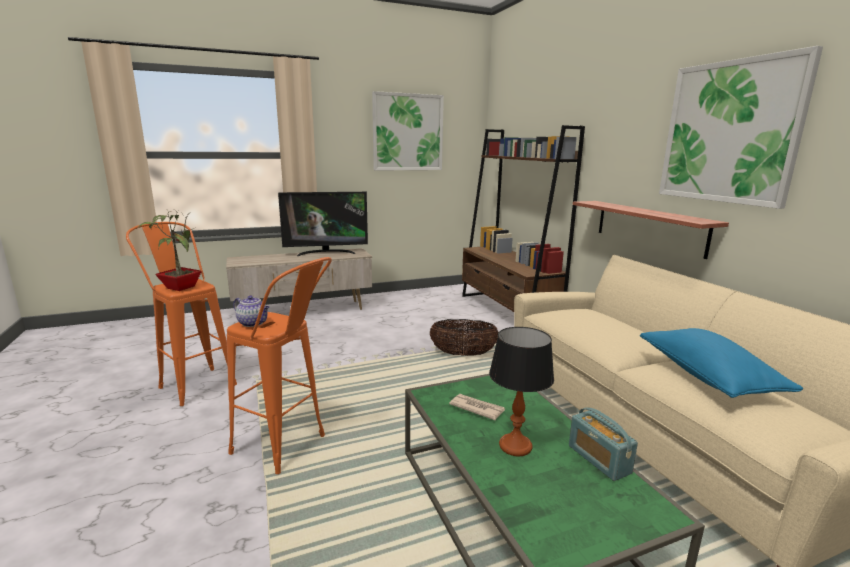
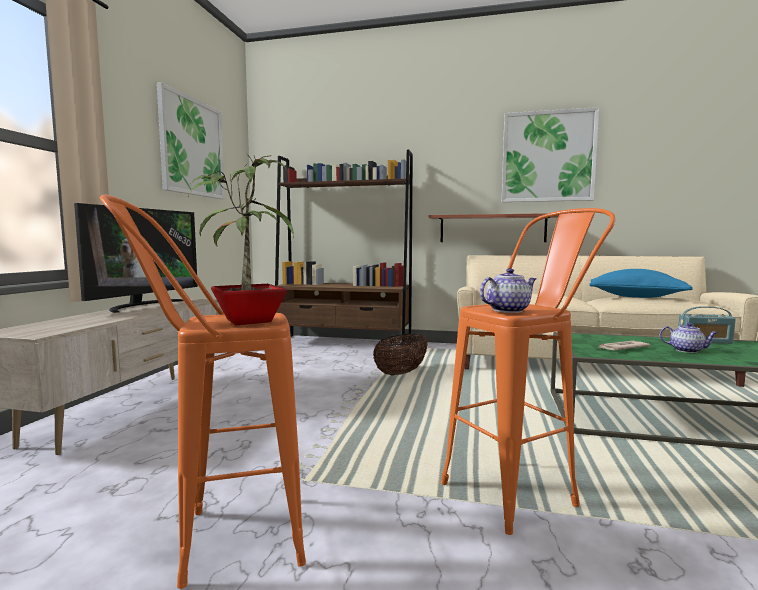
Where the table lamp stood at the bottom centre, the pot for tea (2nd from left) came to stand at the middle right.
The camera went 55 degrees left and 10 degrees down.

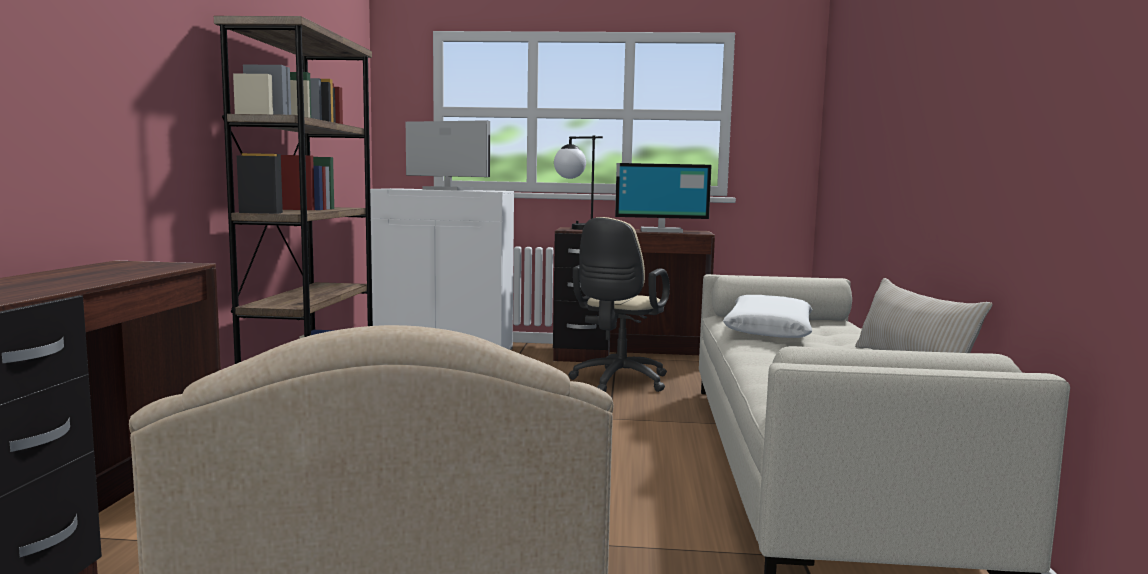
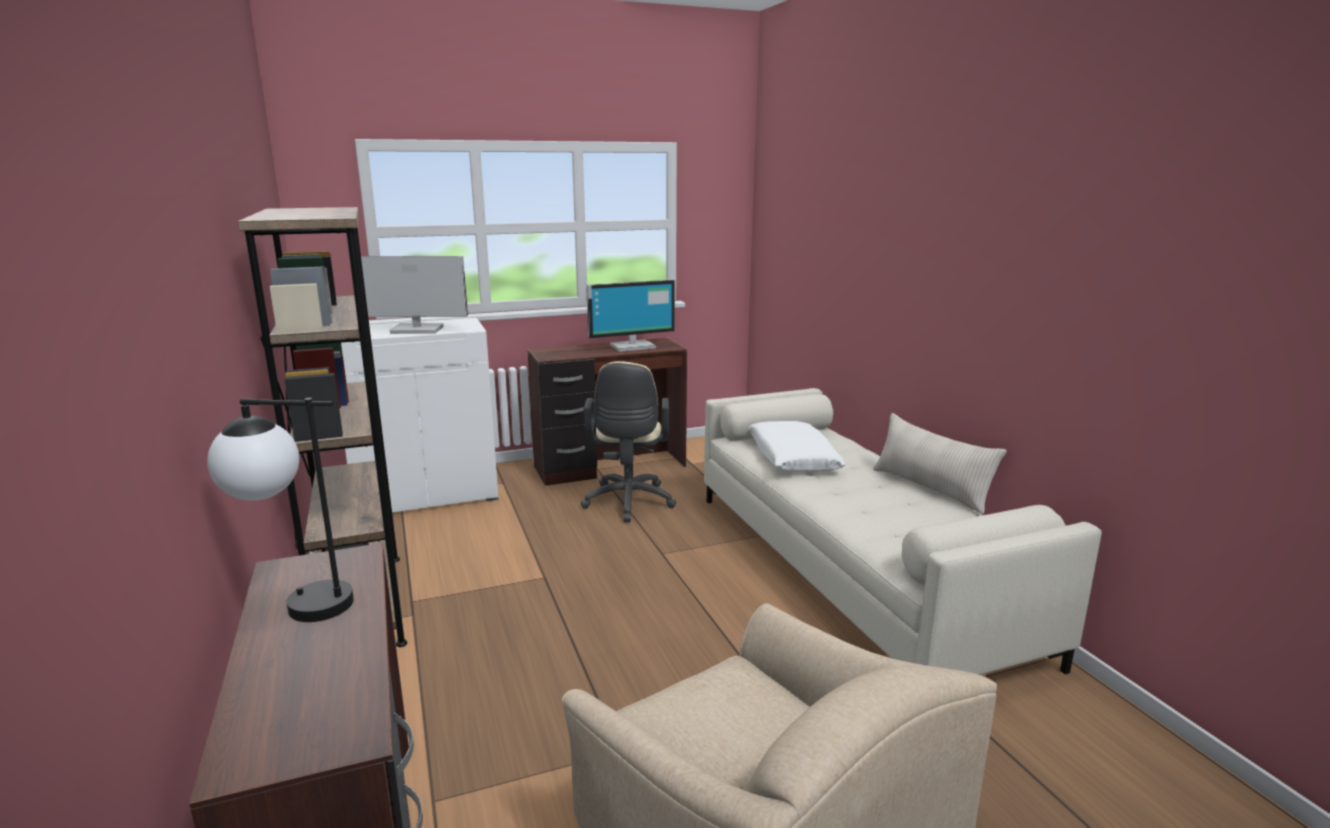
The table lamp ended up elsewhere, having gone from the top centre to the middle left.
The camera went 25 degrees left and 10 degrees up.

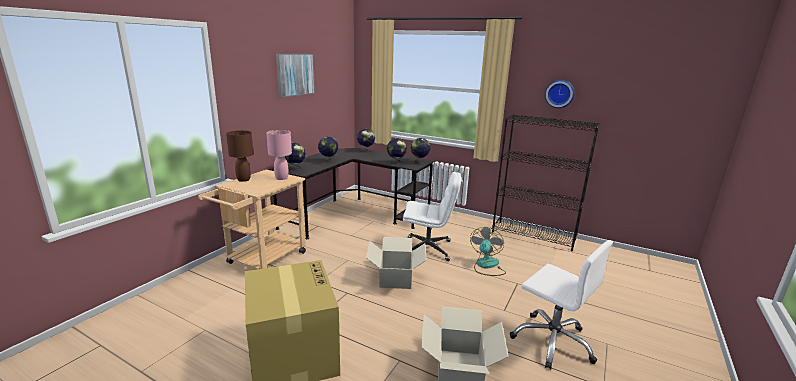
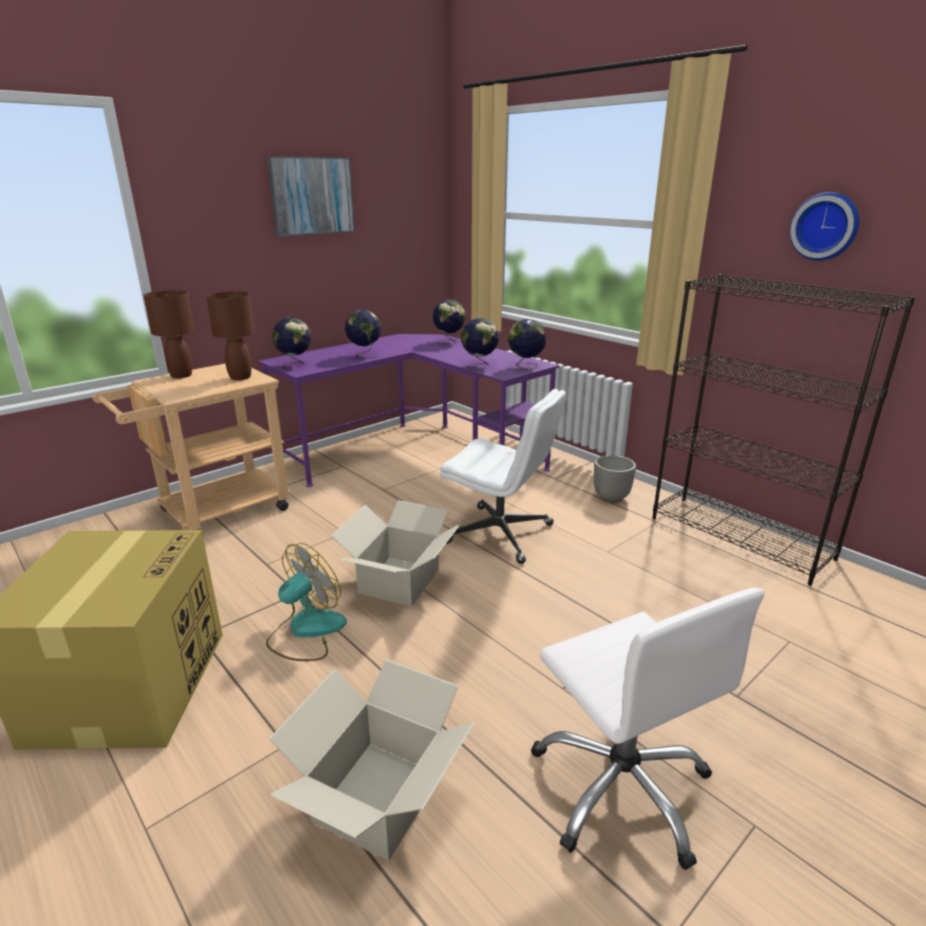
What was the pinkish table lamp at the centre turned into the brown table lamp (2nd from left) at the middle left.
What was the black desk table at the centre turned into the purple-coloured desk table at the centre.
The fan ended up elsewhere, having gone from the centre to the middle left.
The second view gained the planter at the centre.
The camera went 20 degrees right and 5 degrees up.

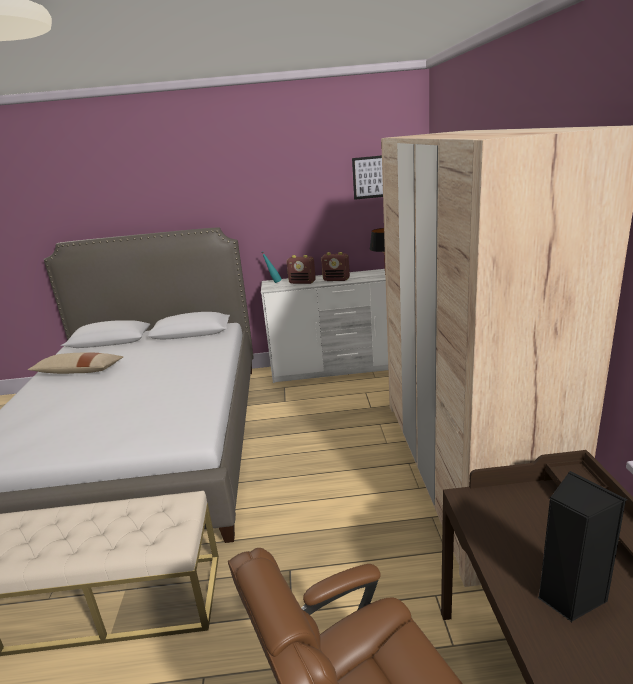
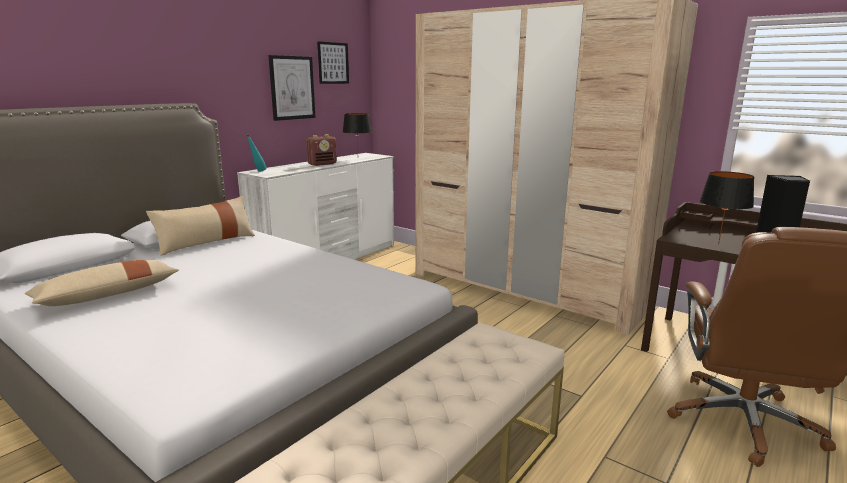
The second view gained the sand-coloured cushion (2nd from left) at the middle left.
The second view gained the wall picture (1st from left) at the top centre.
The second view gained the black table lamp (2nd from left) at the middle right.
The second view lost the radio (1st from left) at the centre.
The camera went 50 degrees left and 5 degrees down.

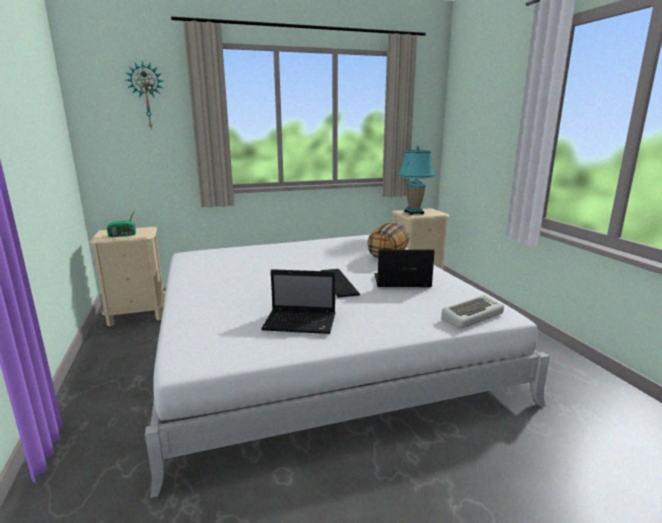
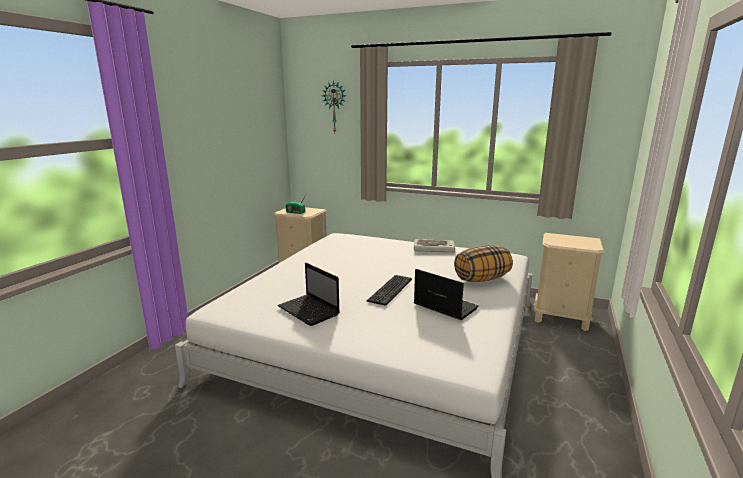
The PC keyboard (2nd from left) ended up elsewhere, having gone from the middle right to the centre.
The second view lost the blue-green table lamp at the centre.
The camera went 40 degrees right and 0 degrees up.

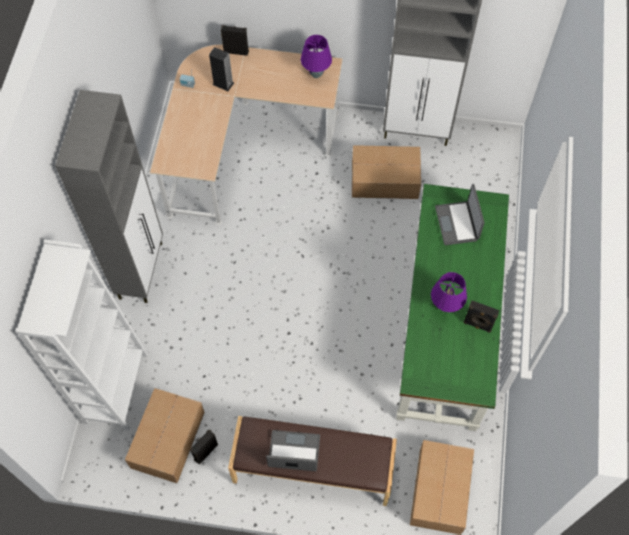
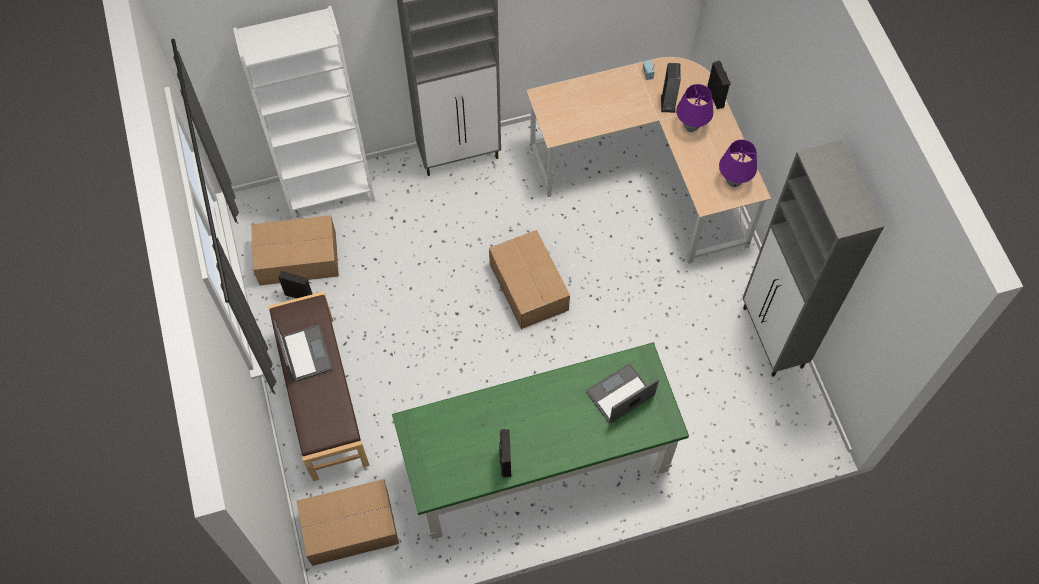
The carton (2nd from left in the first image) ended up elsewhere, having gone from the top centre to the centre.
The purple-coloured table lamp (2nd from left in the first image) ended up elsewhere, having gone from the middle right to the top right.
The camera went 65 degrees right and 0 degrees up.

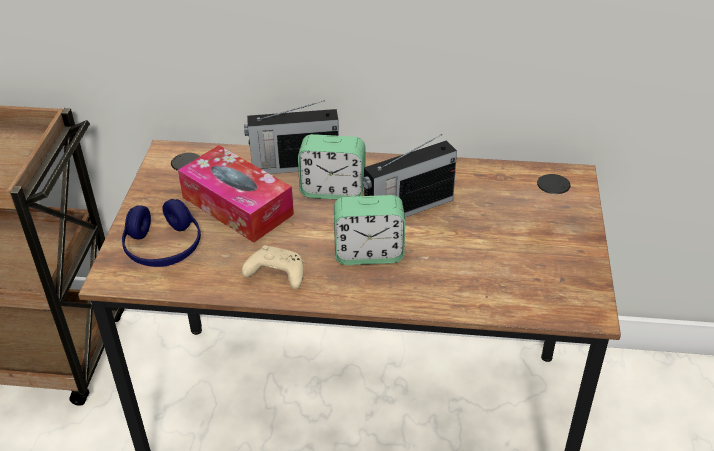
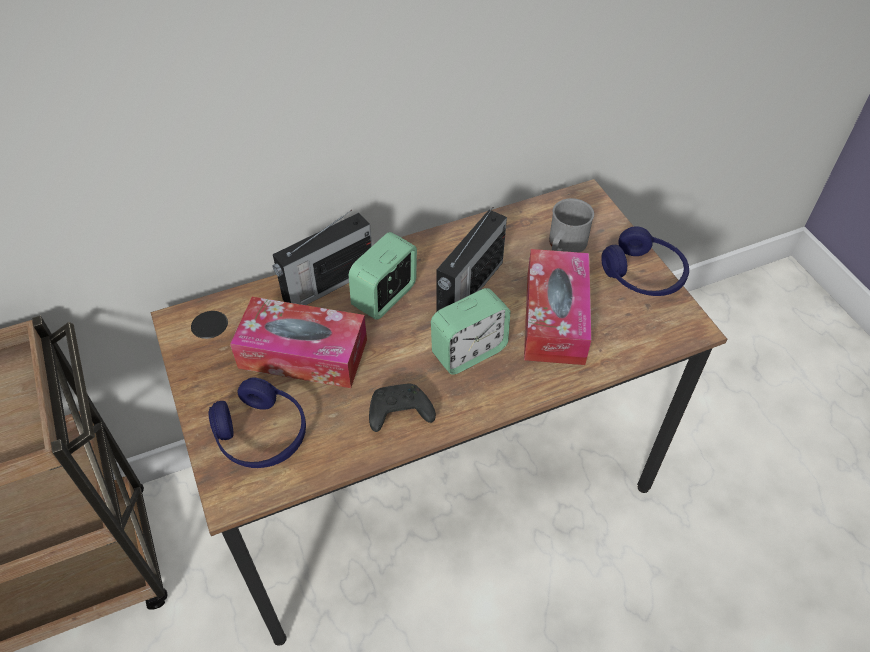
The bedside clock (1st from left) at the centre ended up facing another way, 150 degrees clockwise from before.
What was the sand-coloured joypad at the centre turned into the black joypad at the centre.
The second view gained the tissue box (2nd from left) at the centre.
The second view gained the grey tea mug at the centre.
The second view gained the blue headphones (2nd from left) at the middle right.
The camera went 30 degrees left and 10 degrees up.

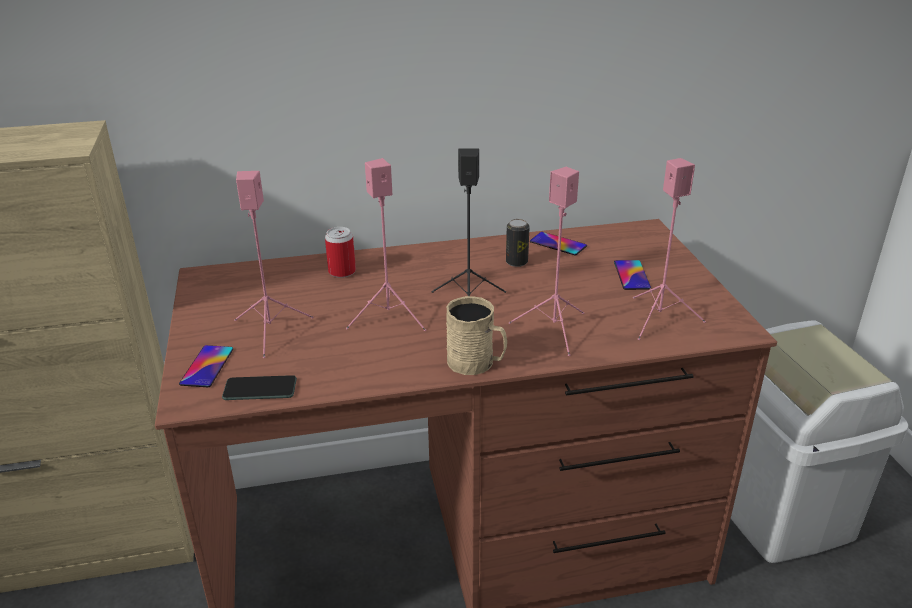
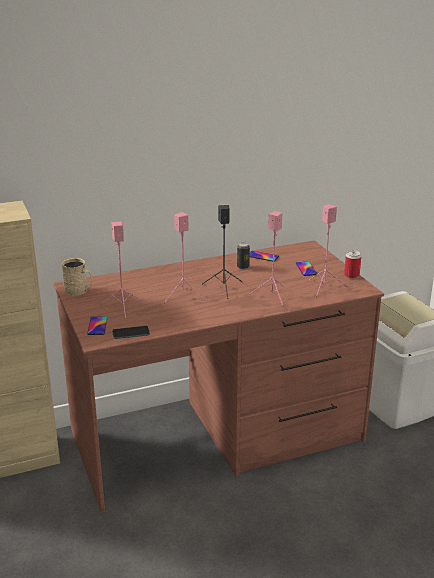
The sand-coloured tea mug ended up elsewhere, having gone from the centre to the middle left.
The metal can (1st from left in the first image) ended up elsewhere, having gone from the centre to the middle right.
The camera went 10 degrees left and 5 degrees down.

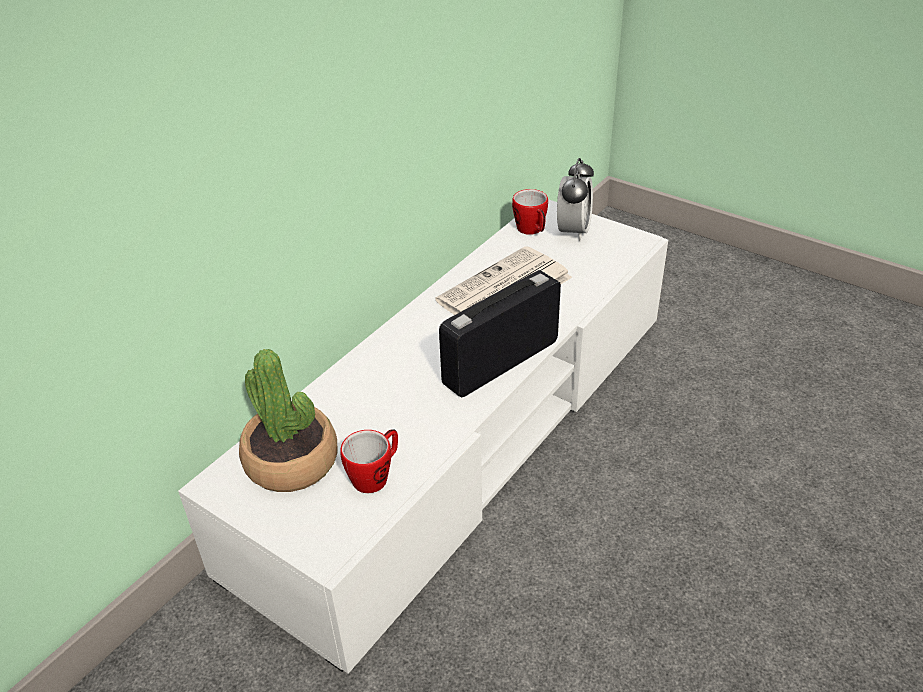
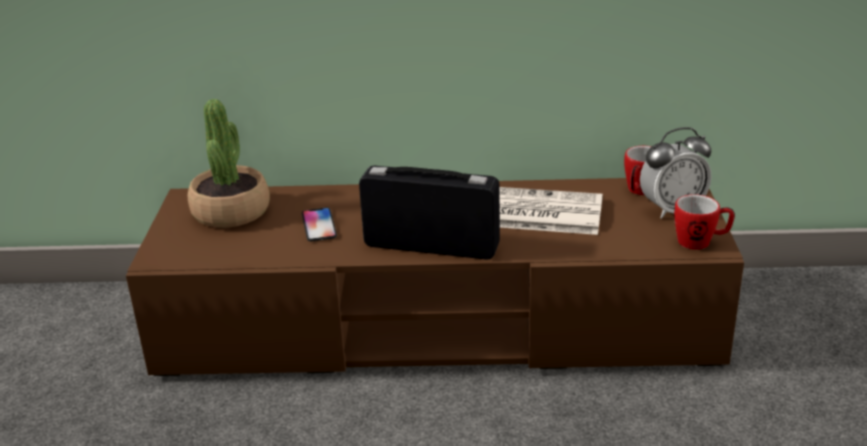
What was the white tv unit at the centre turned into the brown tv unit at the centre.
The second view gained the telephone at the centre.
The tea mug (1st from left in the first image) ended up elsewhere, having gone from the centre to the middle right.
The camera went 55 degrees right and 10 degrees down.

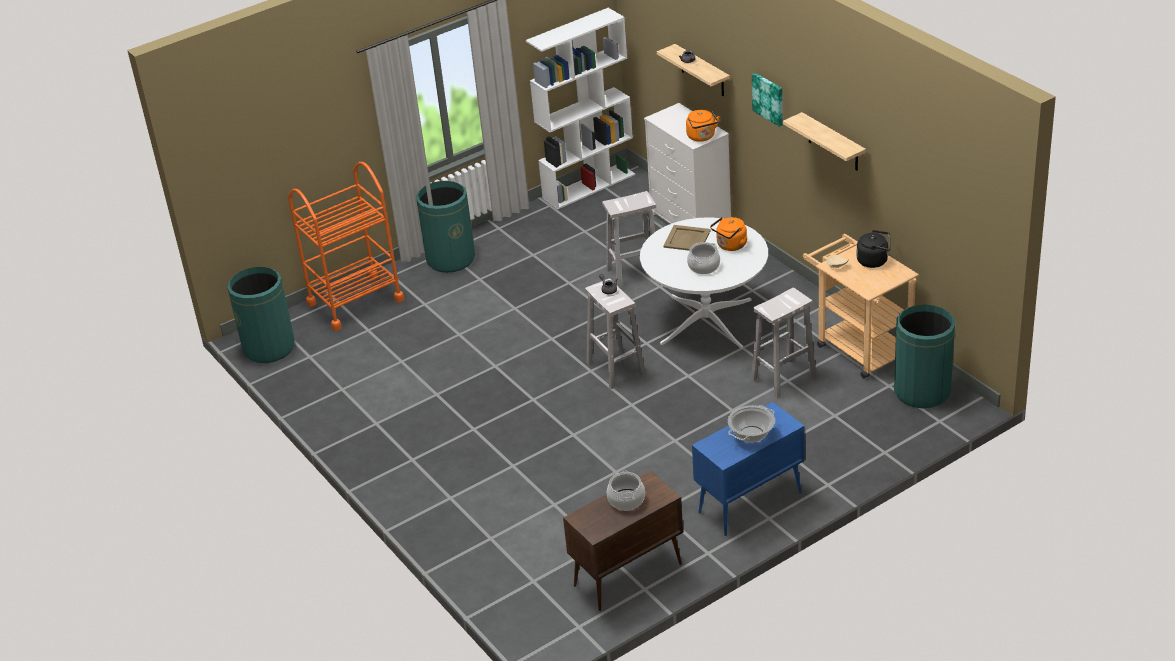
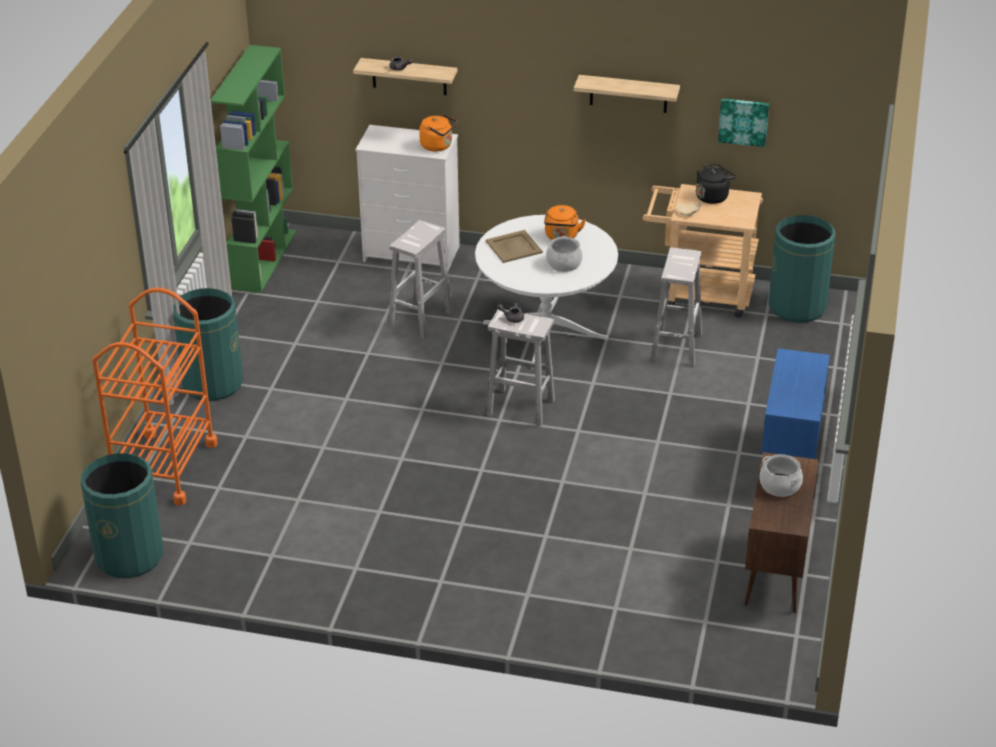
What was the white bookcase at the top centre turned into the green-coloured bookcase at the top left.
The wall picture ended up elsewhere, having gone from the top centre to the top right.
The second view lost the saucepot (3rd from left) at the centre.
The camera went 45 degrees left and 0 degrees up.

